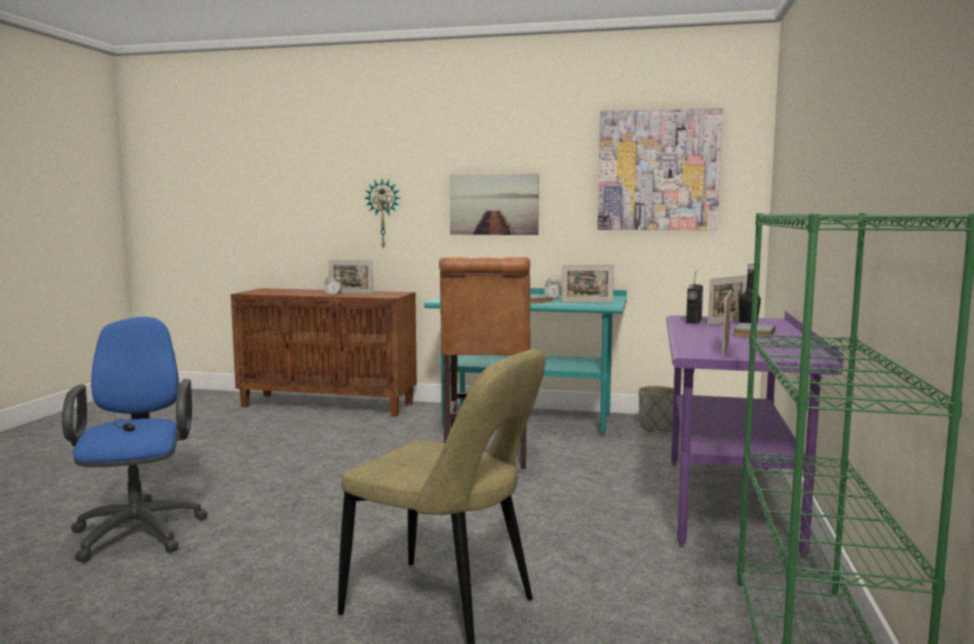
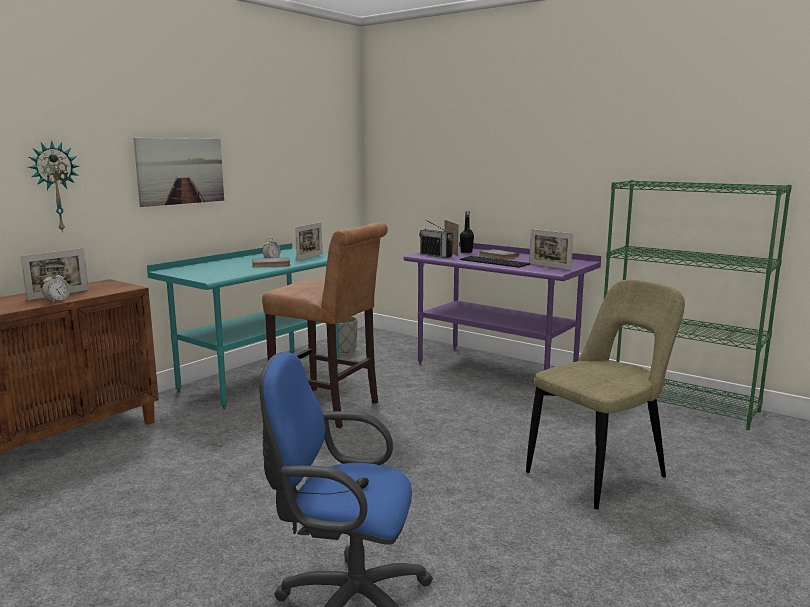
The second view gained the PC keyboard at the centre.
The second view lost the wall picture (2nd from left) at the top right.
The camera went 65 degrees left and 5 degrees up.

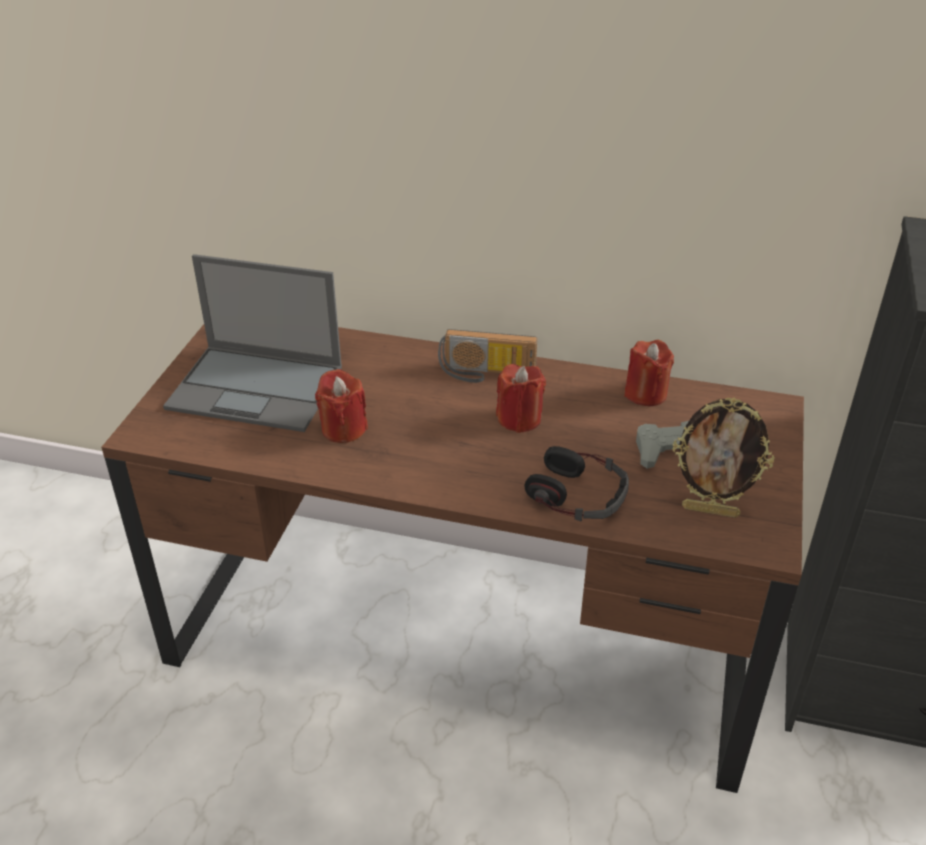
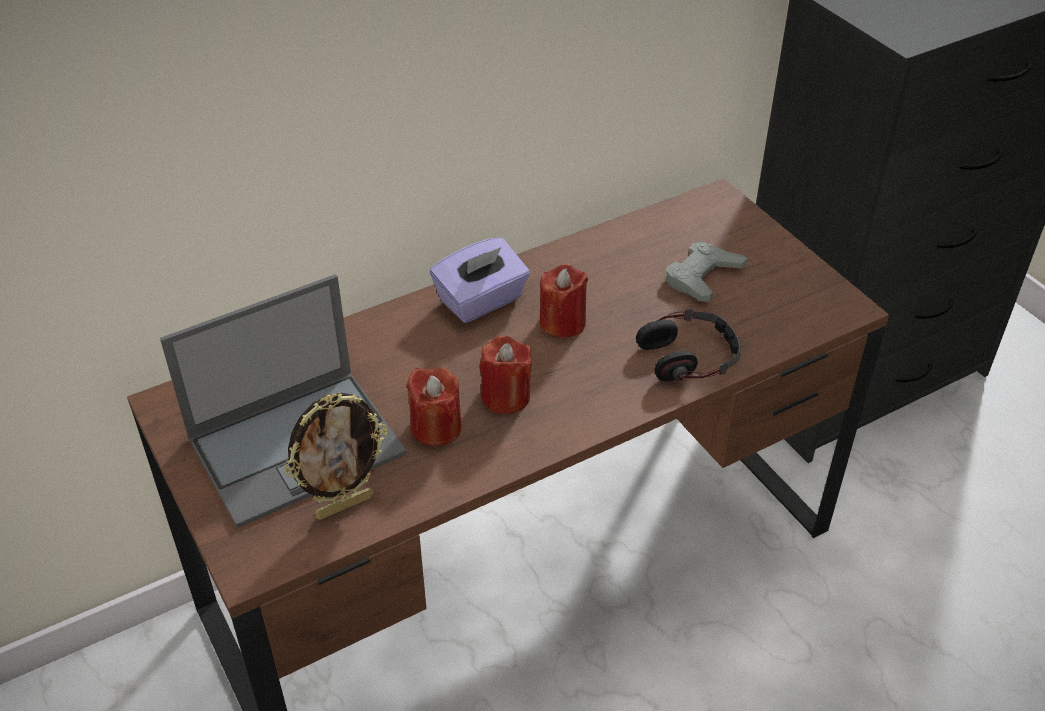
The photo frame ended up elsewhere, having gone from the middle right to the middle left.
Where the radio stood at the centre, the purple-coloured tissue box came to stand at the centre.
The reddish wax light (3rd from left in the first image) ended up elsewhere, having gone from the middle right to the centre.
The camera went 45 degrees left and 5 degrees up.

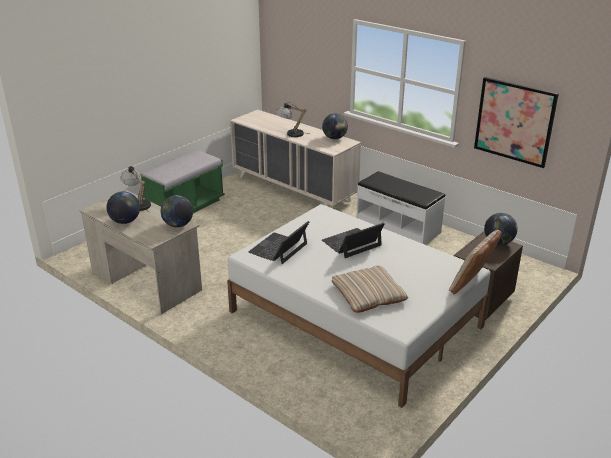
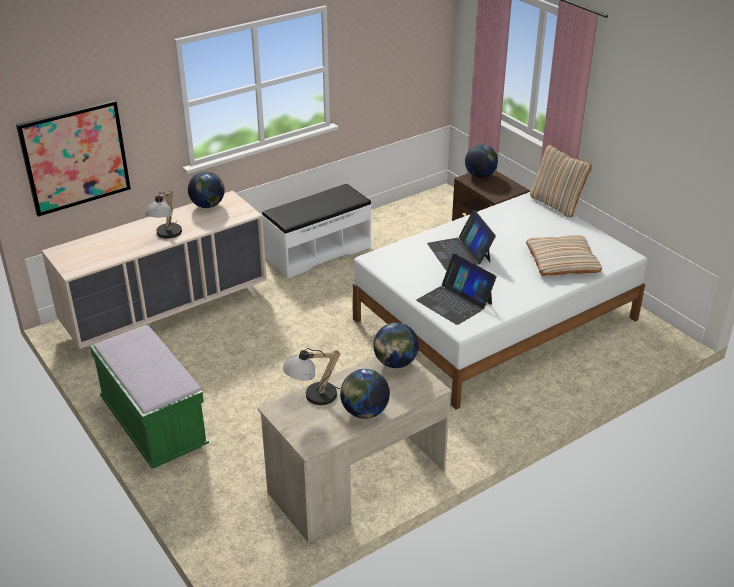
The wall picture ended up elsewhere, having gone from the top right to the top left.
The camera went 75 degrees left and 5 degrees up.

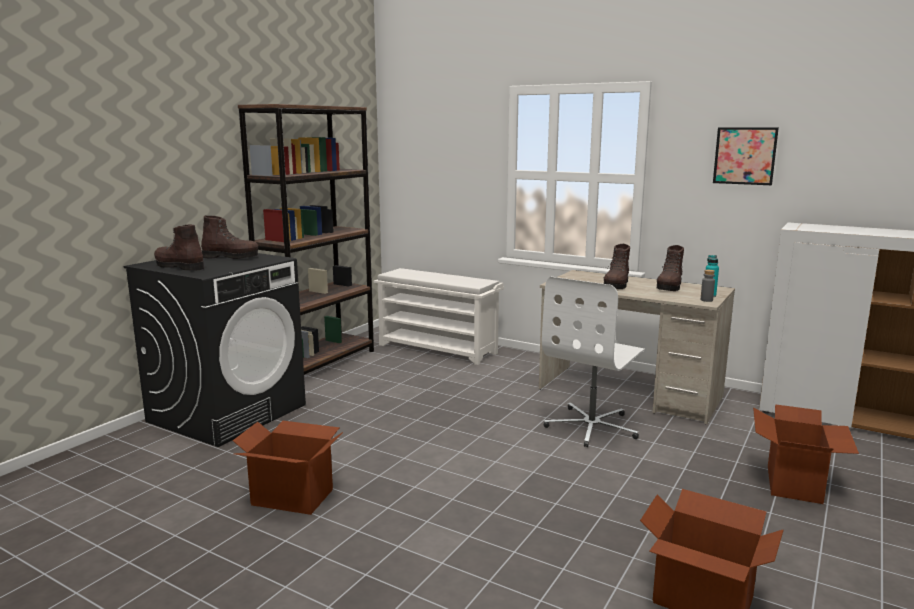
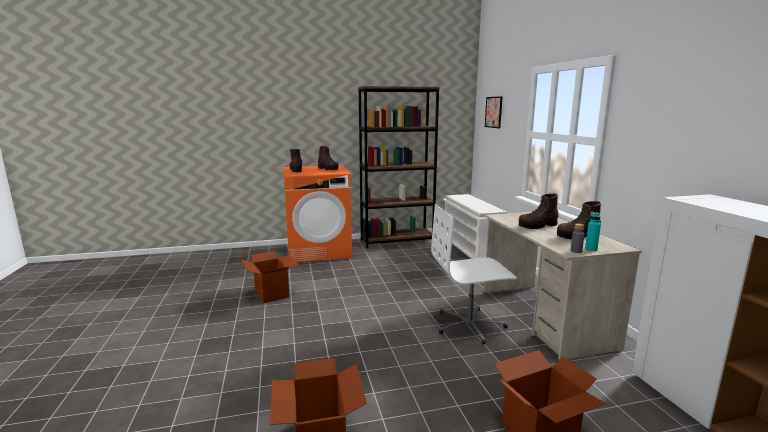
What was the black laundry machine at the middle left turned into the orangey laundry machine at the centre.
The wall picture ended up elsewhere, having gone from the top right to the top centre.
The camera went 45 degrees right and 0 degrees up.

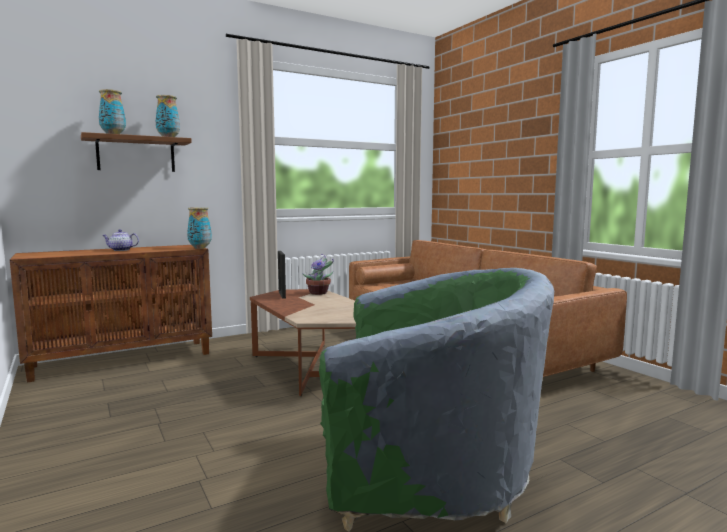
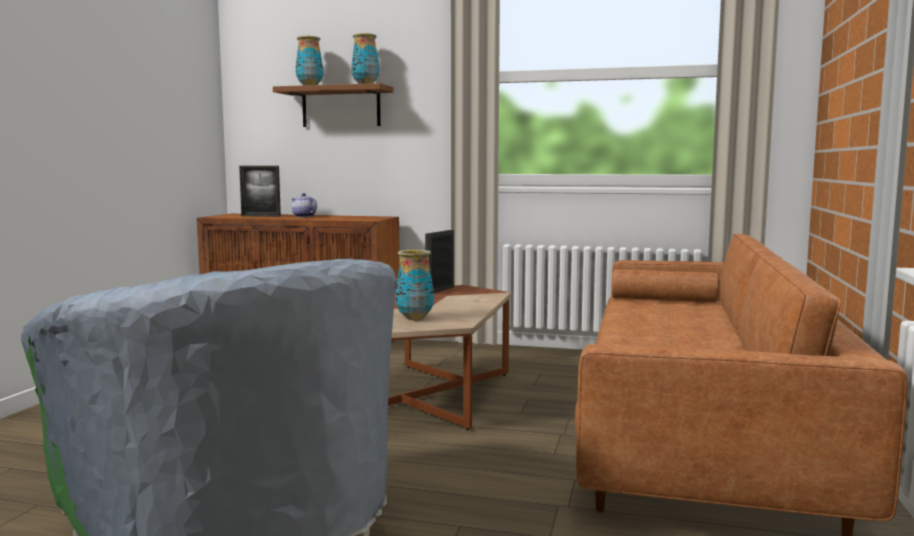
The second view gained the photo frame (1st from left) at the middle left.
The decorative vase (3rd from left) ended up elsewhere, having gone from the middle left to the centre.
The second view lost the plant in a pot at the centre.
The camera went 45 degrees right and 0 degrees up.

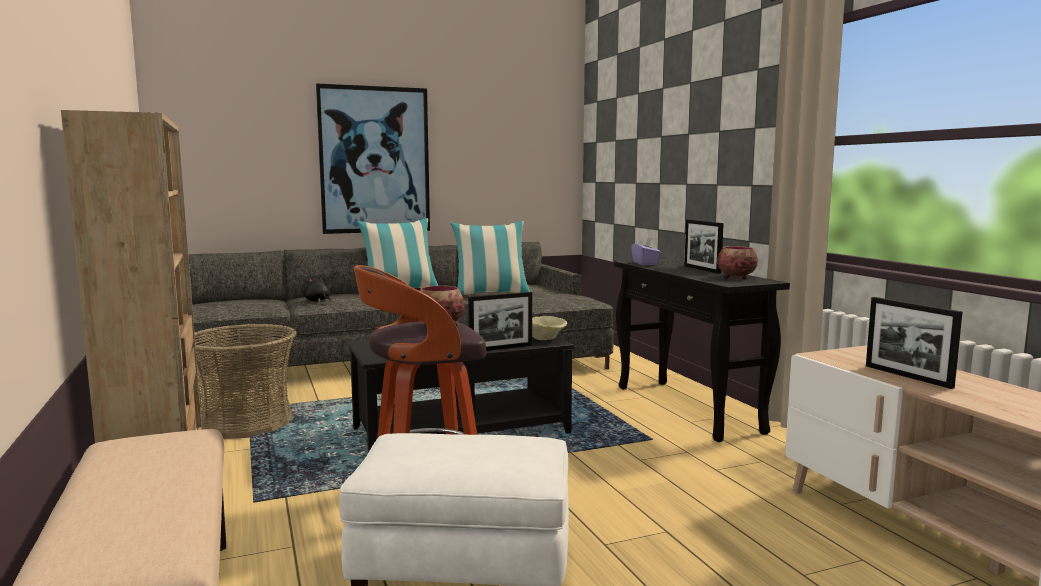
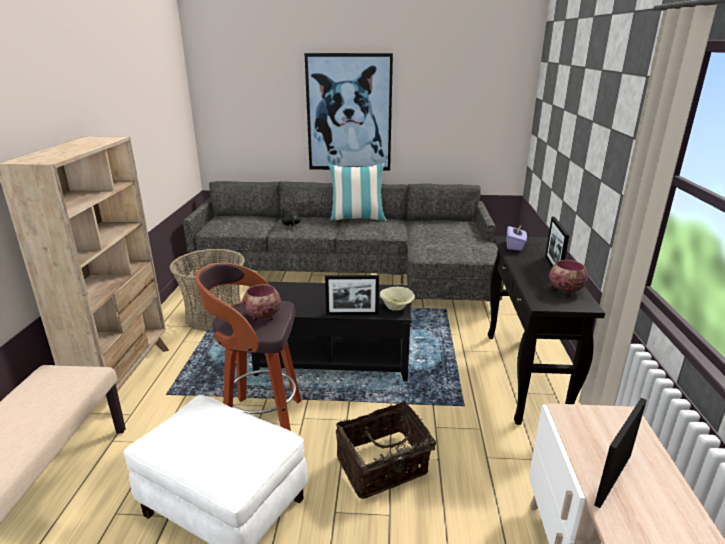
The second view gained the household basket (2nd from left) at the bottom centre.
The photo frame (3rd from left) at the middle right ended up facing another way, 45 degrees clockwise from before.
The second view lost the cushion (2nd from left) at the centre.
The camera went 25 degrees right and 15 degrees up.

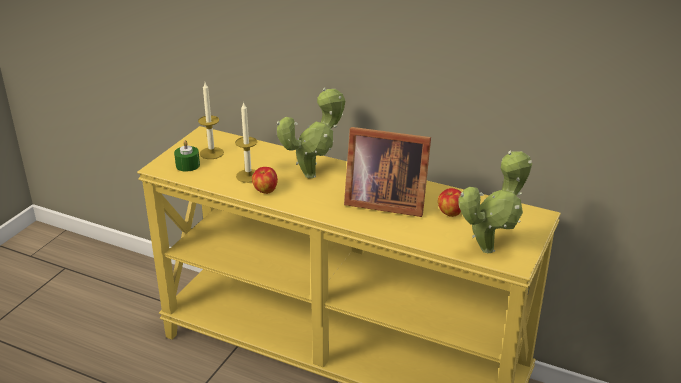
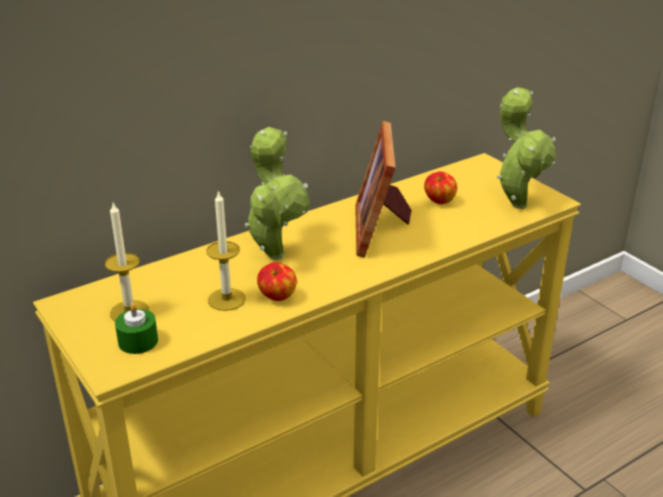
The photo frame at the centre ended up facing another way, 135 degrees clockwise from before.
The camera went 60 degrees left and 0 degrees up.

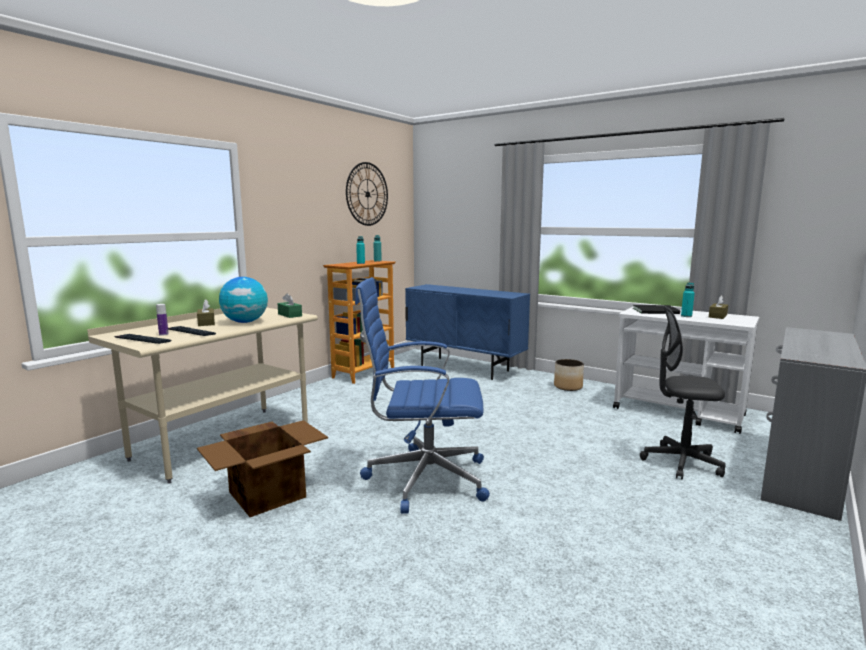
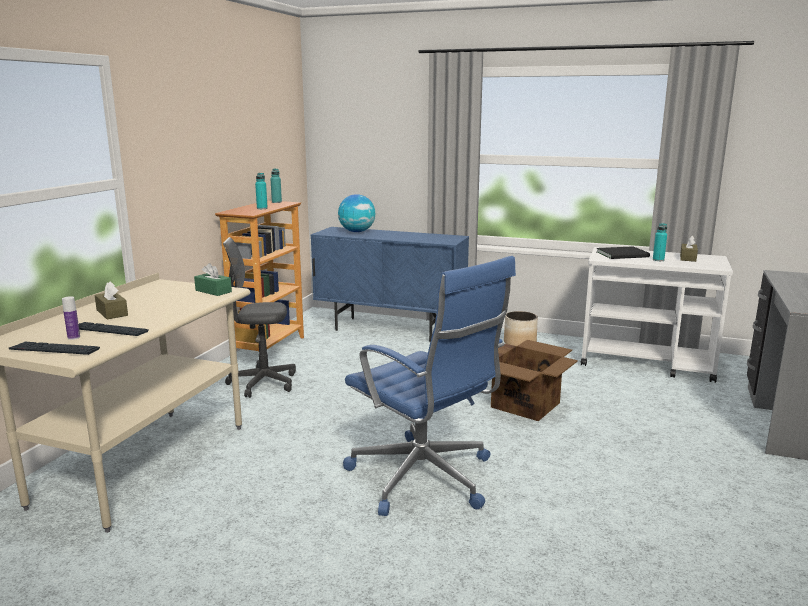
The grey office chair ended up elsewhere, having gone from the middle right to the middle left.
The desk globe ended up elsewhere, having gone from the middle left to the centre.
The blue office chair at the centre ended up facing another way, 120 degrees counterclockwise from before.
The carton ended up elsewhere, having gone from the bottom left to the centre.
The second view lost the wall clock at the top centre.
The camera went 15 degrees left and 5 degrees up.

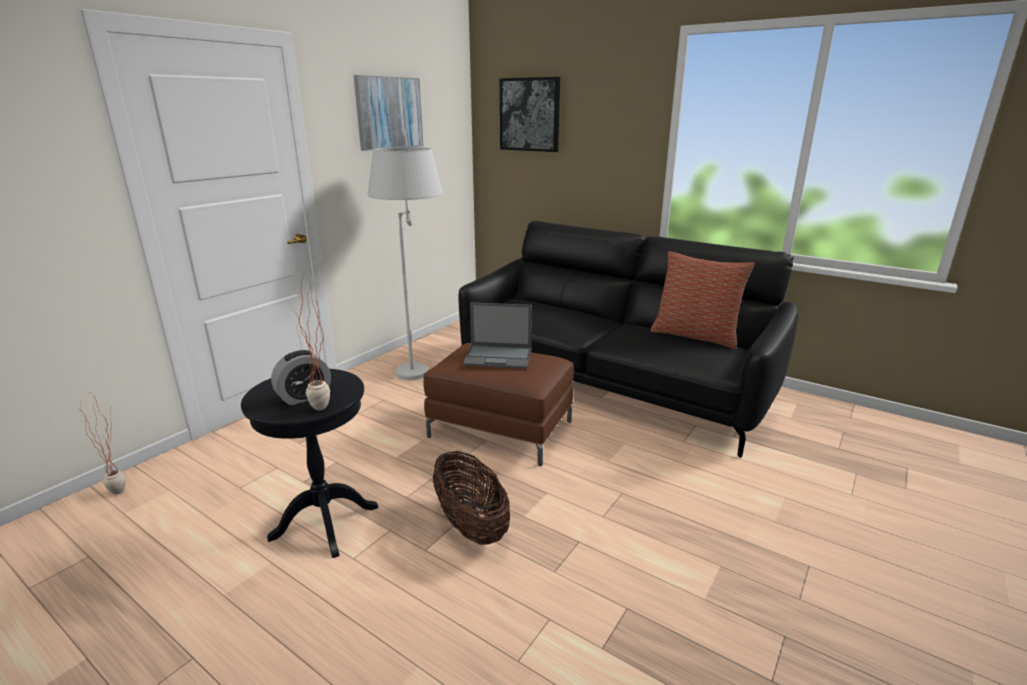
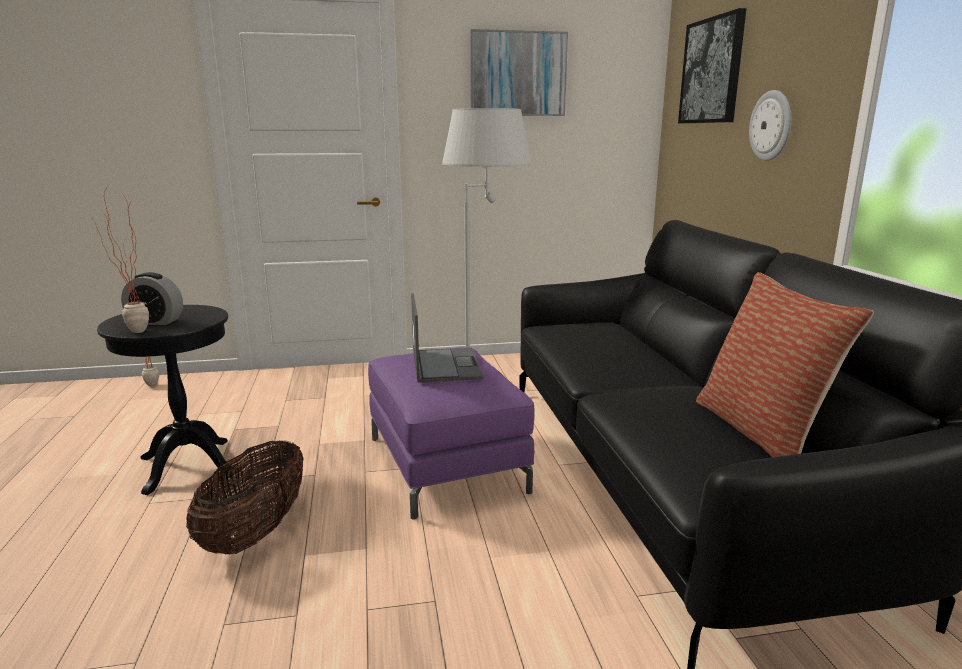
What was the brown footrest at the centre turned into the purple-coloured footrest at the centre.
The laptop at the centre ended up facing another way, 150 degrees counterclockwise from before.
The second view gained the wall clock at the top right.
The camera went 45 degrees right and 5 degrees down.

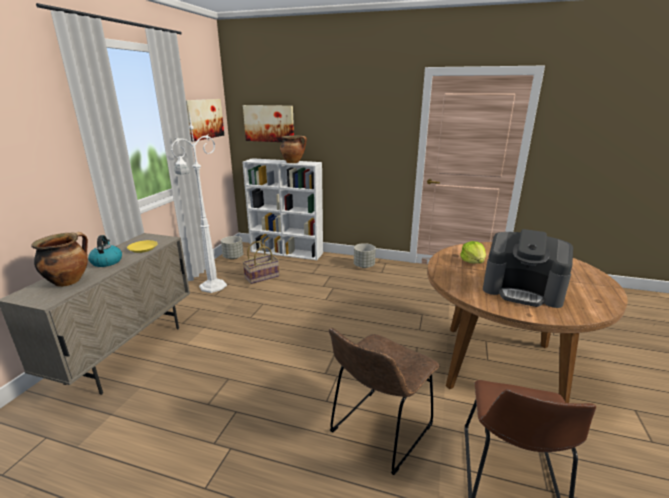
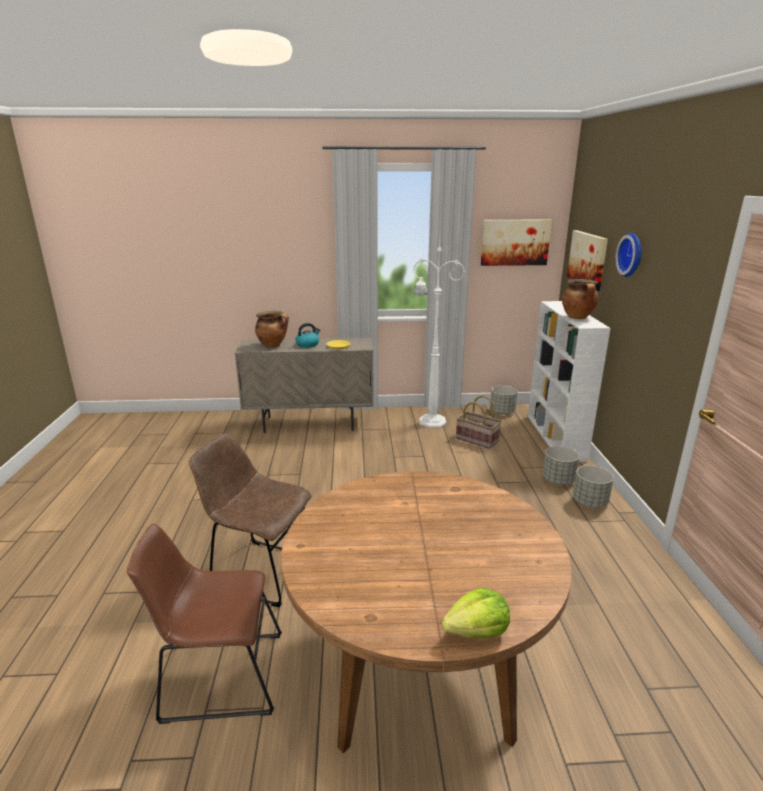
The lettuce ended up elsewhere, having gone from the middle right to the bottom centre.
The second view gained the grey planter (2nd from left) at the middle right.
The second view gained the wall clock at the top right.
The second view lost the coffee maker at the middle right.
The camera went 70 degrees right and 0 degrees up.

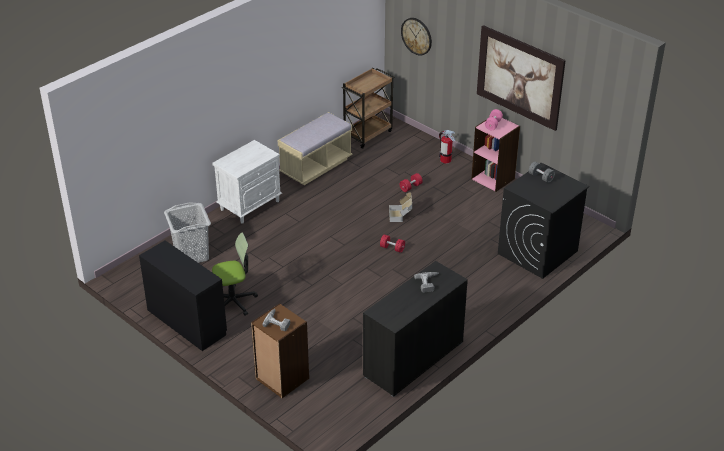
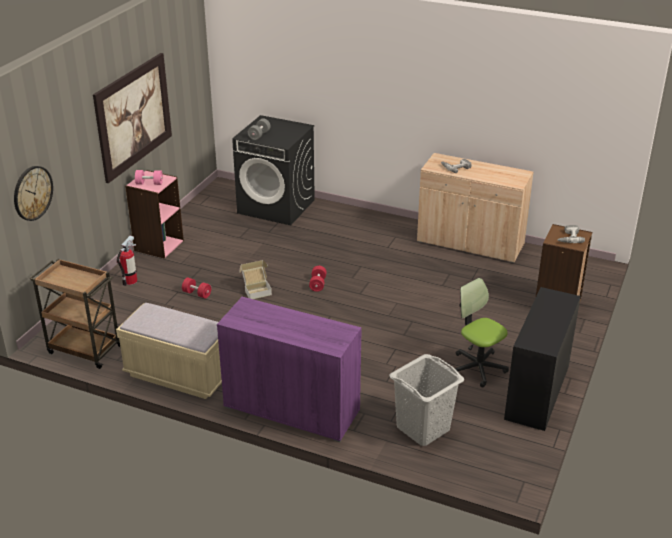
Where the white night table stood at the centre, the purple-coloured cupboard came to stand at the bottom centre.
What was the black cupboard at the bottom centre turned into the sand-coloured cupboard at the middle right.
The camera went 110 degrees left and 5 degrees down.

